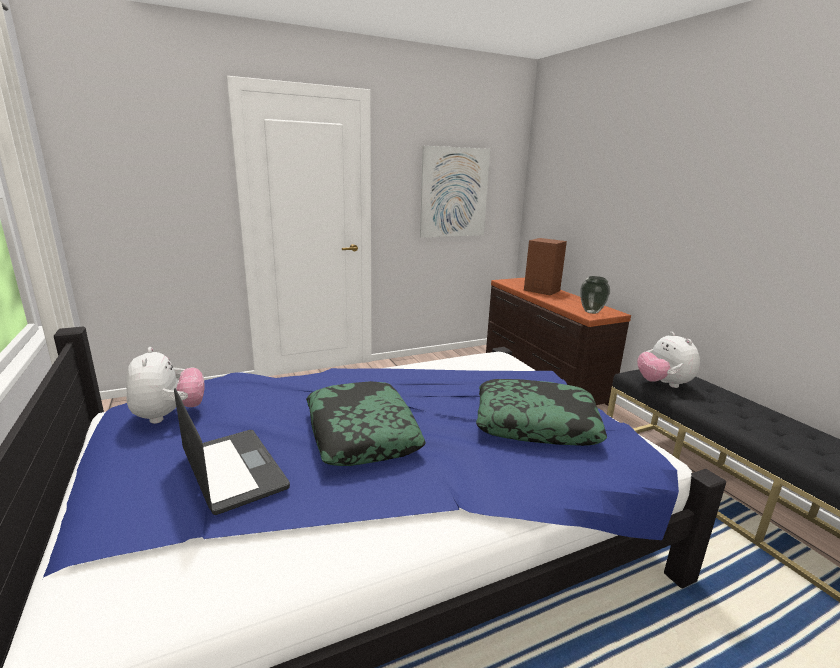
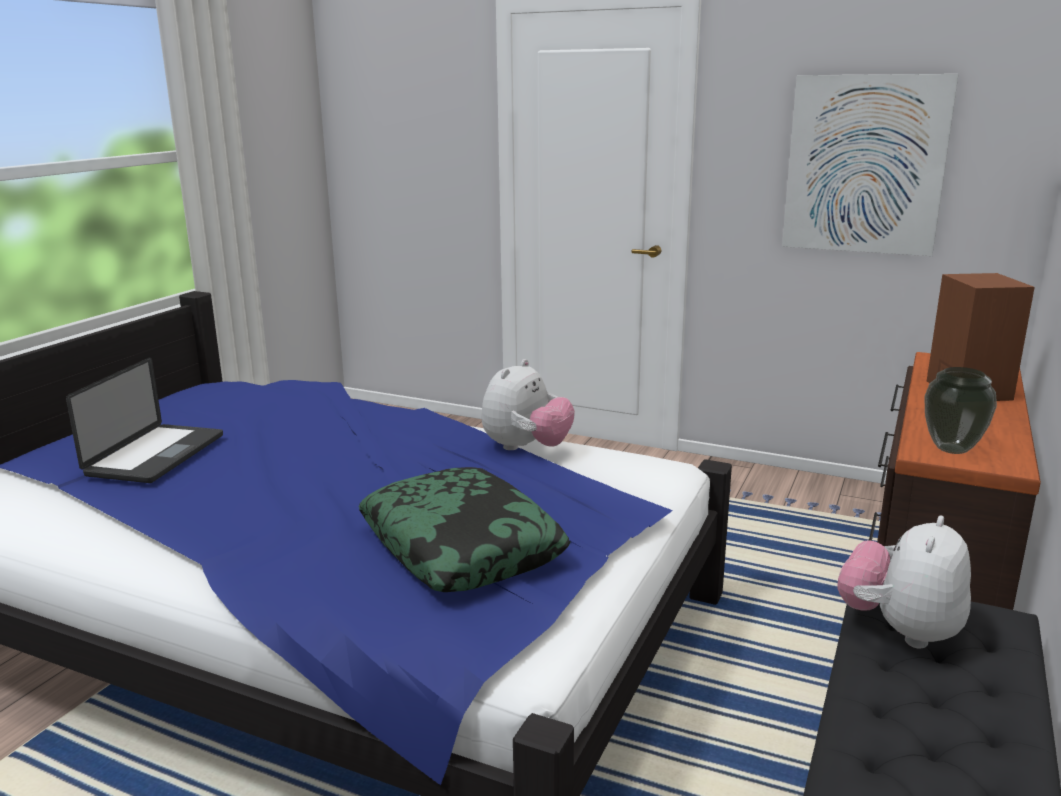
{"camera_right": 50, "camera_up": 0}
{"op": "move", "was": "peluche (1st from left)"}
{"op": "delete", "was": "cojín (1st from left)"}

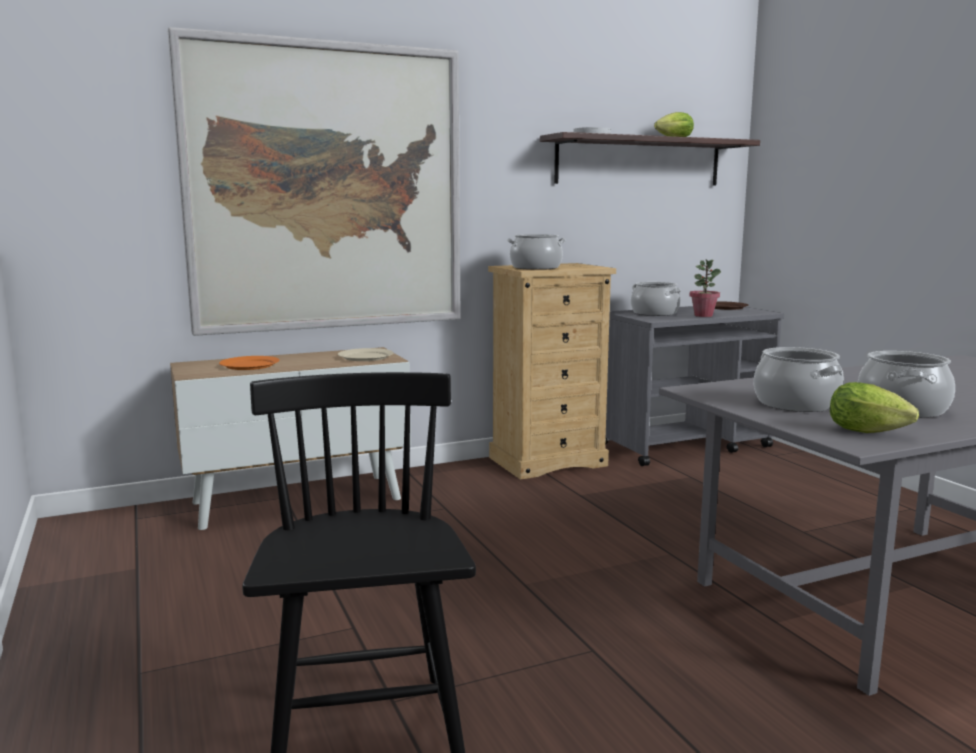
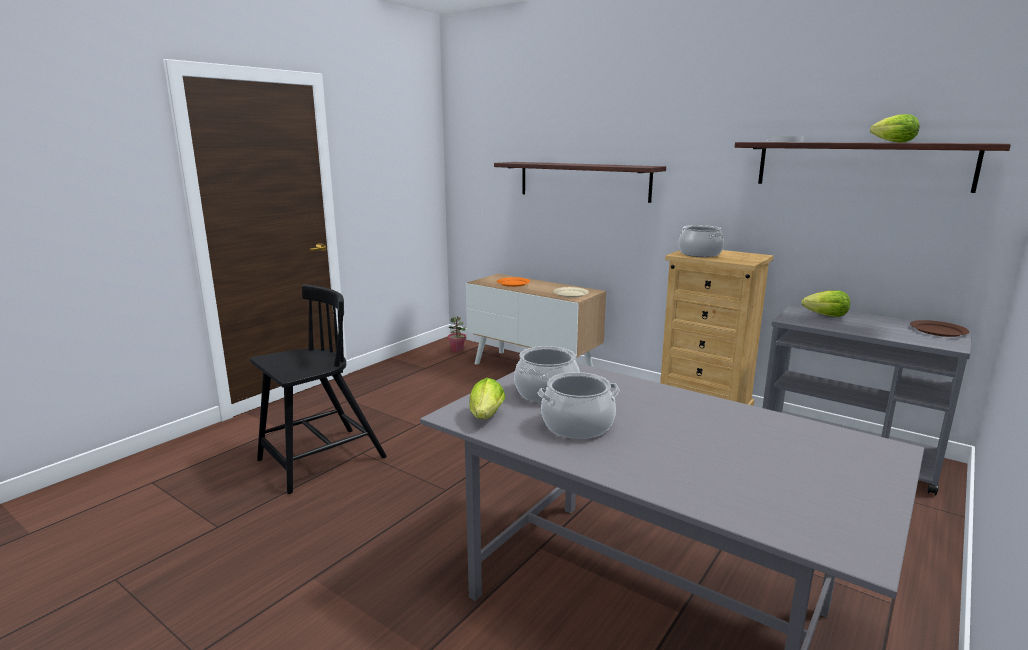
{"camera_right": 60, "camera_up": 5}
{"op": "replace", "was": "cuadro", "now": "estante (1st from left)"}
{"op": "move", "was": "planta en maceta"}
{"op": "replace", "was": "olla (2nd from left)", "now": "lechuga (2nd from left)"}

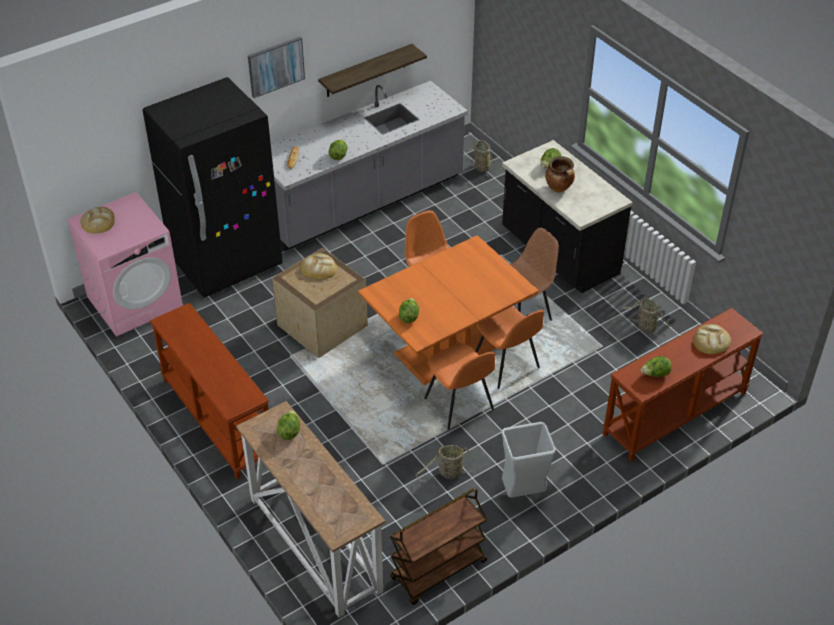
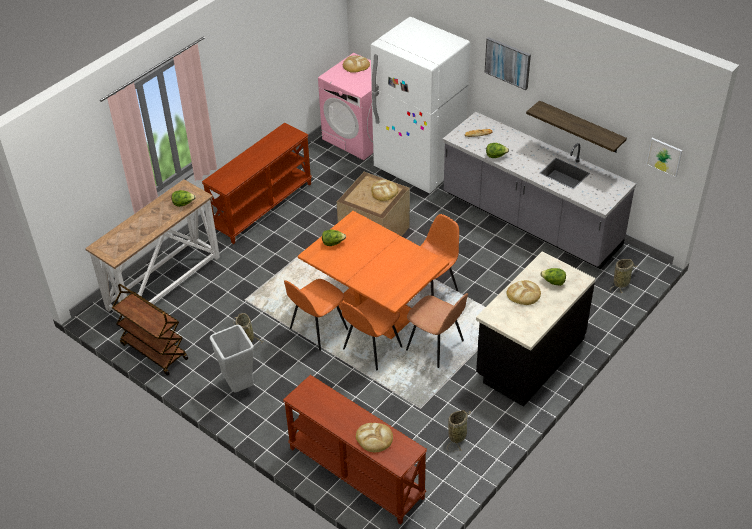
{"camera_right": 75, "camera_up": 0}
{"op": "recolor", "was": "nevera (negro)", "now": "nevera (blanco)"}
{"op": "replace", "was": "olla", "now": "pan (5th from left)"}
{"op": "delete", "was": "lechuga (5th from left)"}
{"op": "insert", "now": "cuadro (2nd from left)"}

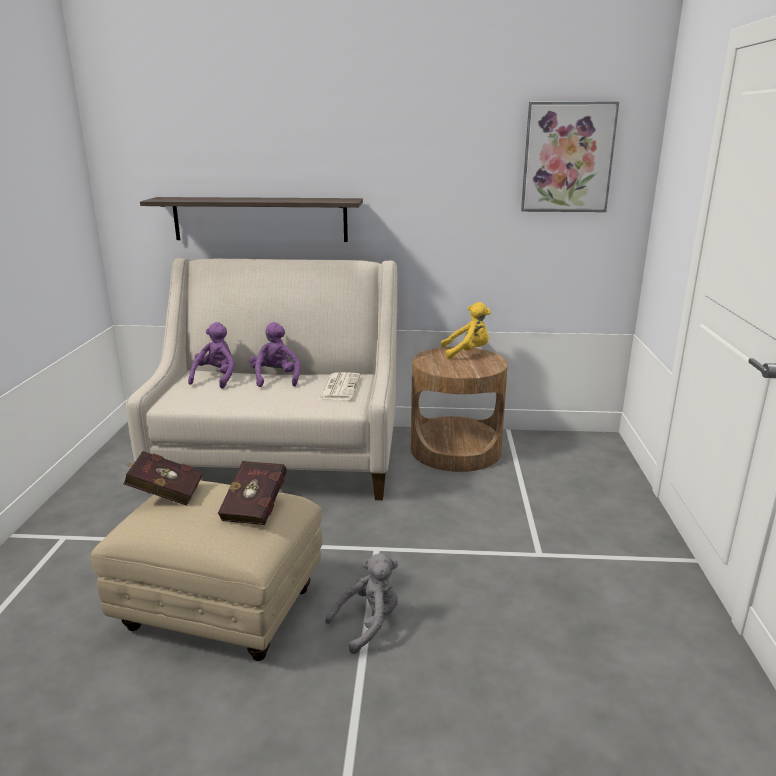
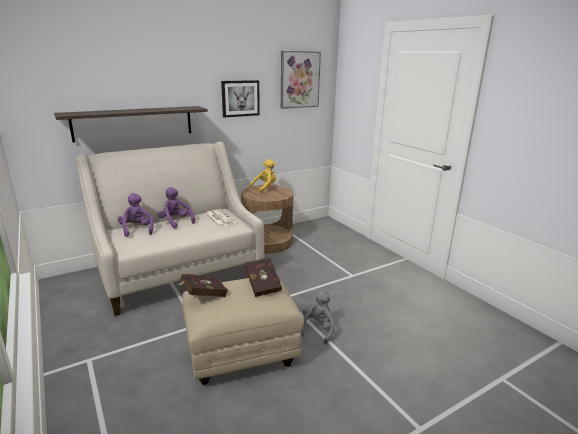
{"camera_right": -35, "camera_up": 0}
{"op": "insert", "now": "cuadro (1st from left)"}

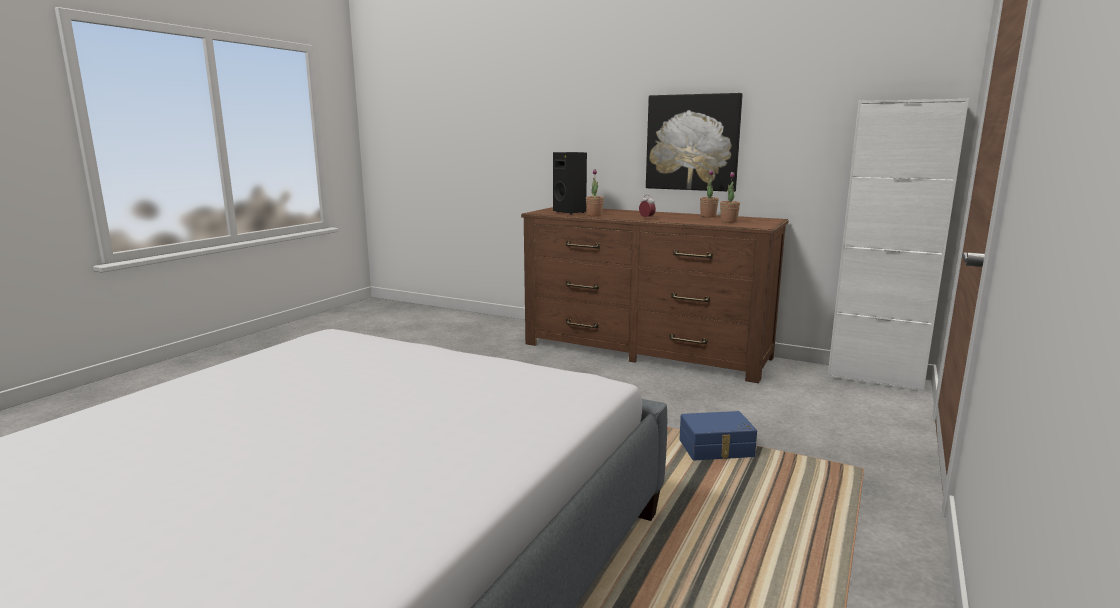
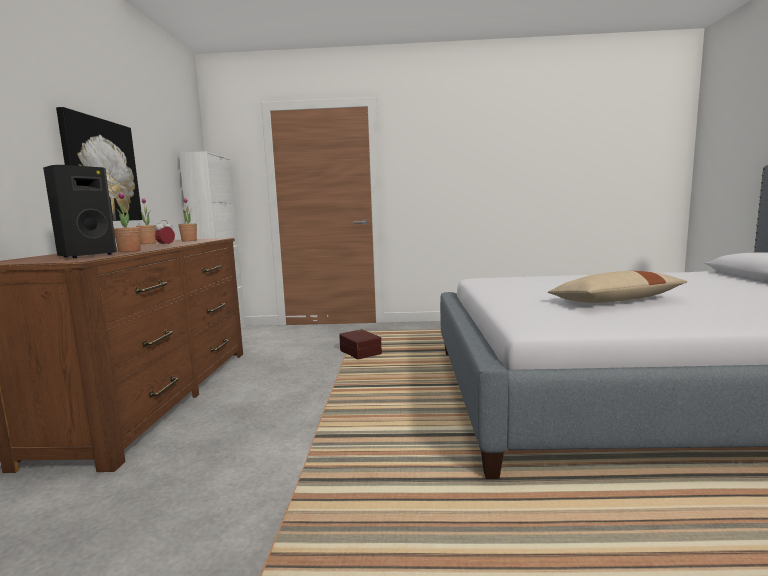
{"camera_right": -115, "camera_up": -5}
{"op": "recolor", "was": "caja de almacenaje (azul)", "now": "caja de almacenaje (marrón)"}
{"op": "insert", "now": "cojín (beis)"}

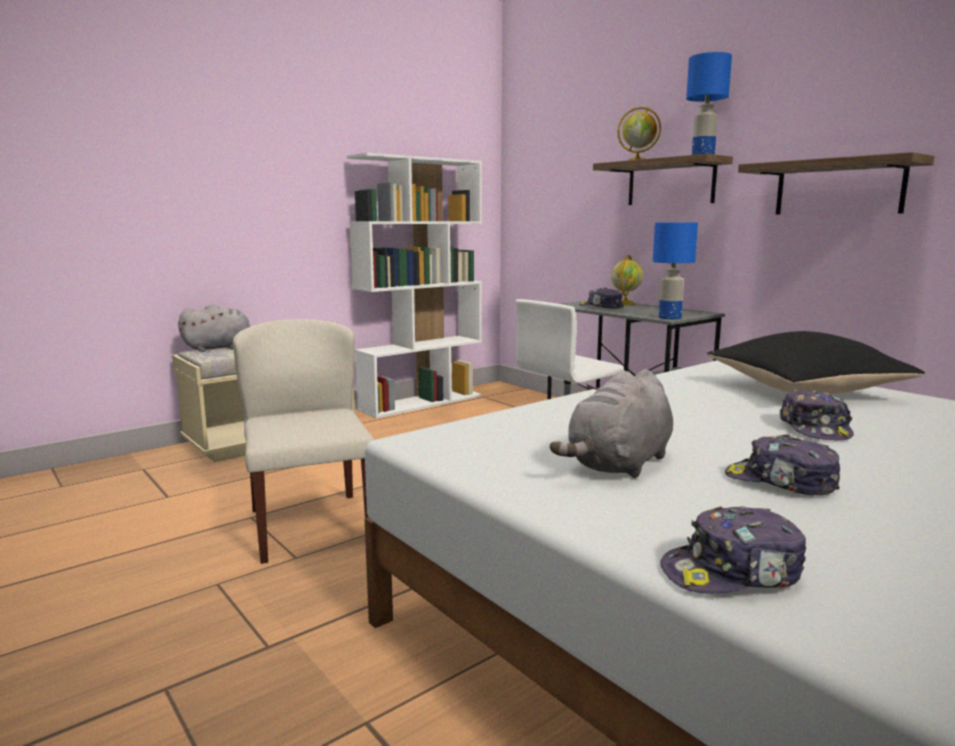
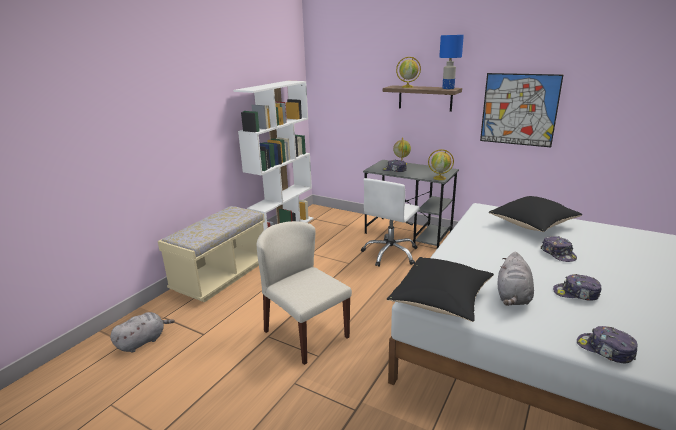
{"camera_right": -20, "camera_up": 10}
{"op": "replace", "was": "estante (2nd from left)", "now": "cuadro"}
{"op": "replace", "was": "lámpara de mesa (azul) (1st from left)", "now": "globo terráqueo (3rd from left)"}
{"op": "move", "was": "peluche (gris) (1st from left)"}
{"op": "rotate", "was": "gorra (2nd from left in the first image)", "clockwise": 75}
{"op": "insert", "now": "cojín (negro) (1st from left)"}

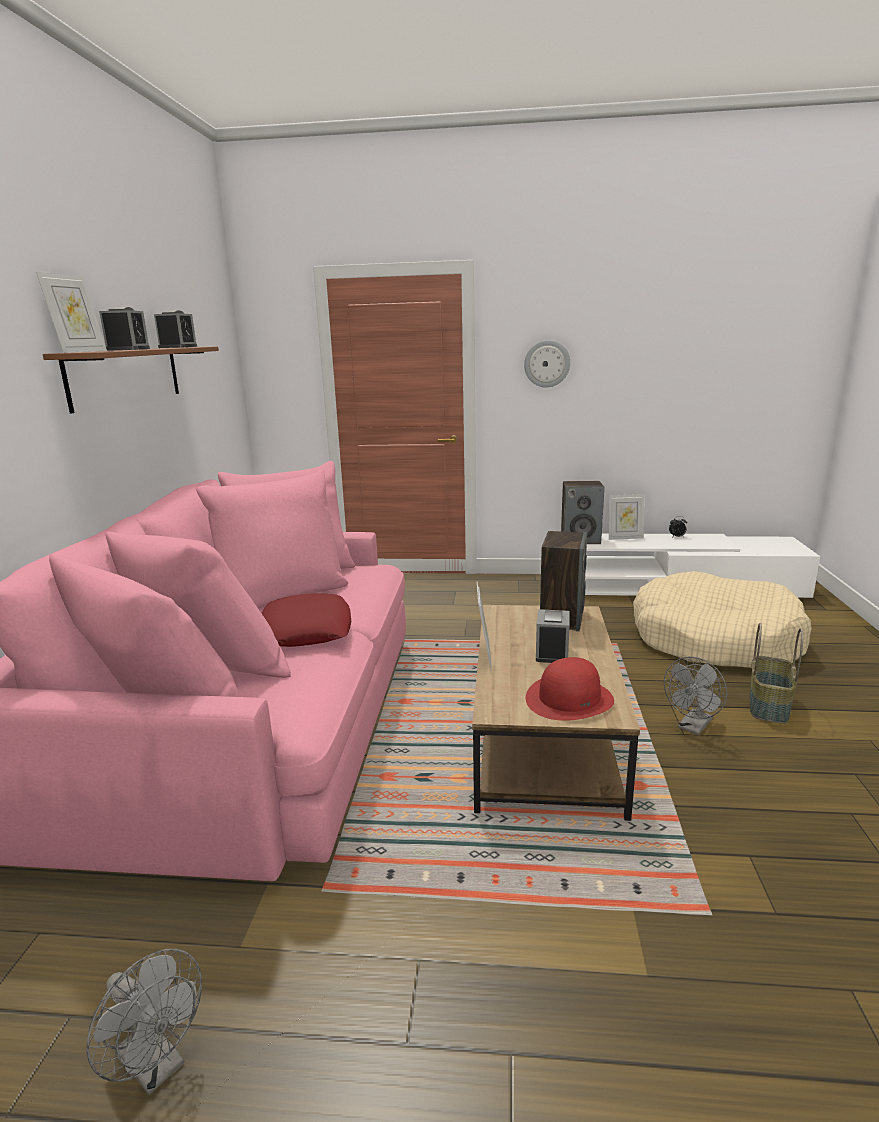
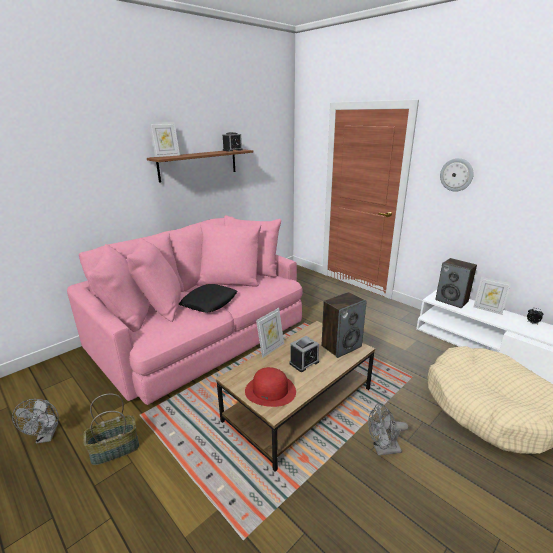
{"camera_right": 40, "camera_up": 5}
{"op": "delete", "was": "despertador (1st from left)"}
{"op": "recolor", "was": "cojín (rojo)", "now": "cojín (negro)"}
{"op": "move", "was": "cesta"}

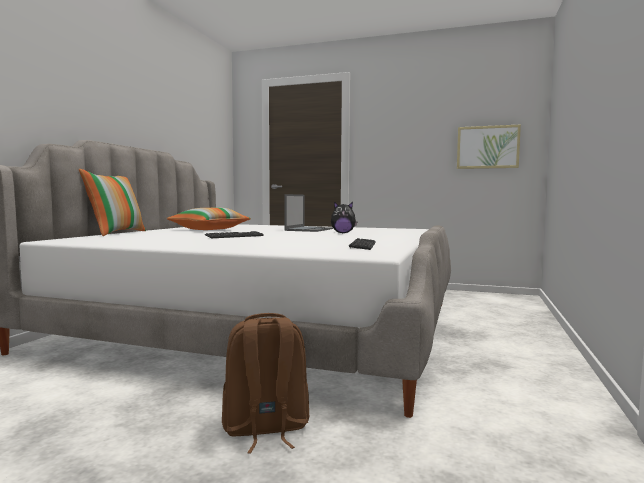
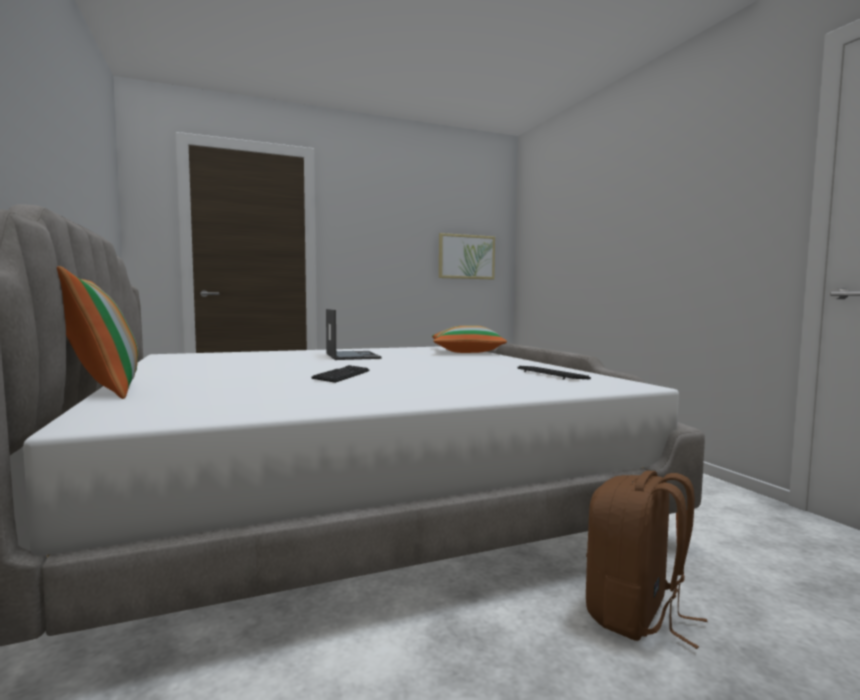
{"camera_right": -40, "camera_up": 0}
{"op": "delete", "was": "peluche"}
{"op": "move", "was": "cojín (2nd from left)"}

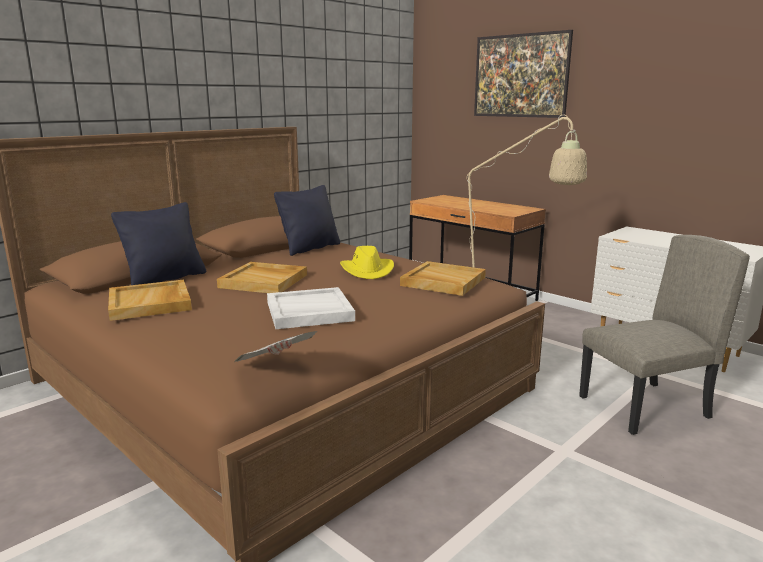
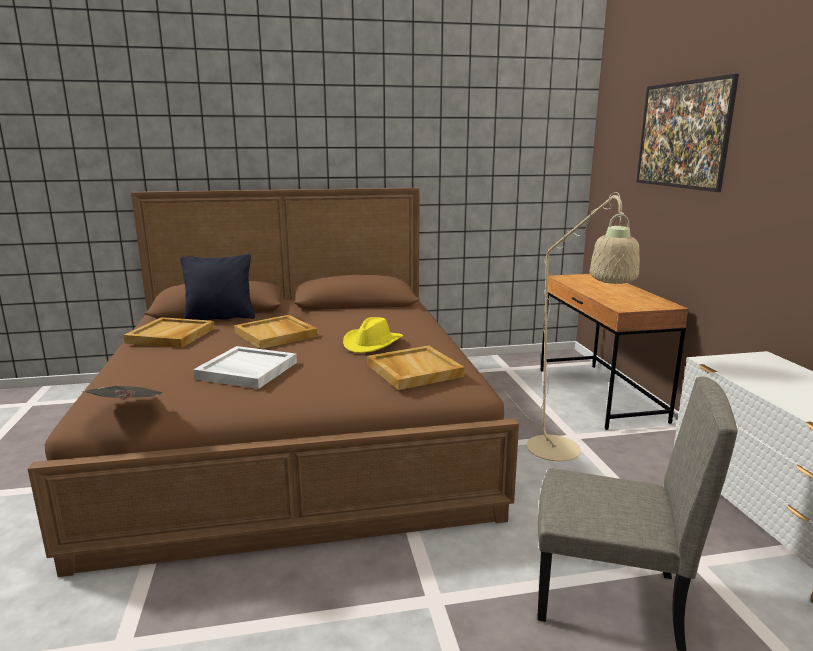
{"camera_right": 35, "camera_up": 0}
{"op": "delete", "was": "cojín (negro) (2nd from left)"}

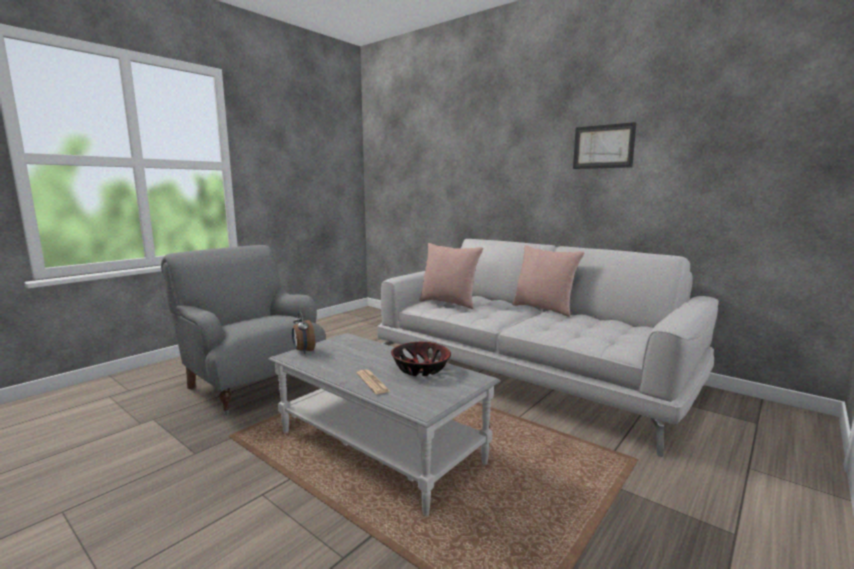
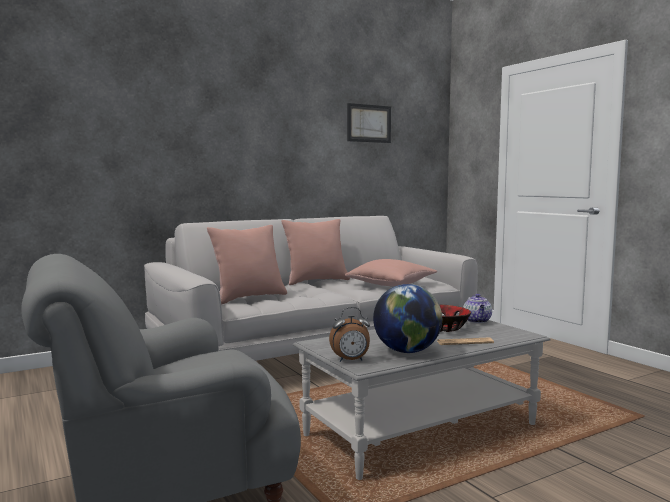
{"camera_right": -70, "camera_up": -5}
{"op": "move", "was": "cuadro"}
{"op": "insert", "now": "cojín (rosa) (3rd from left)"}
{"op": "insert", "now": "globo terráqueo"}
{"op": "insert", "now": "tetera"}

